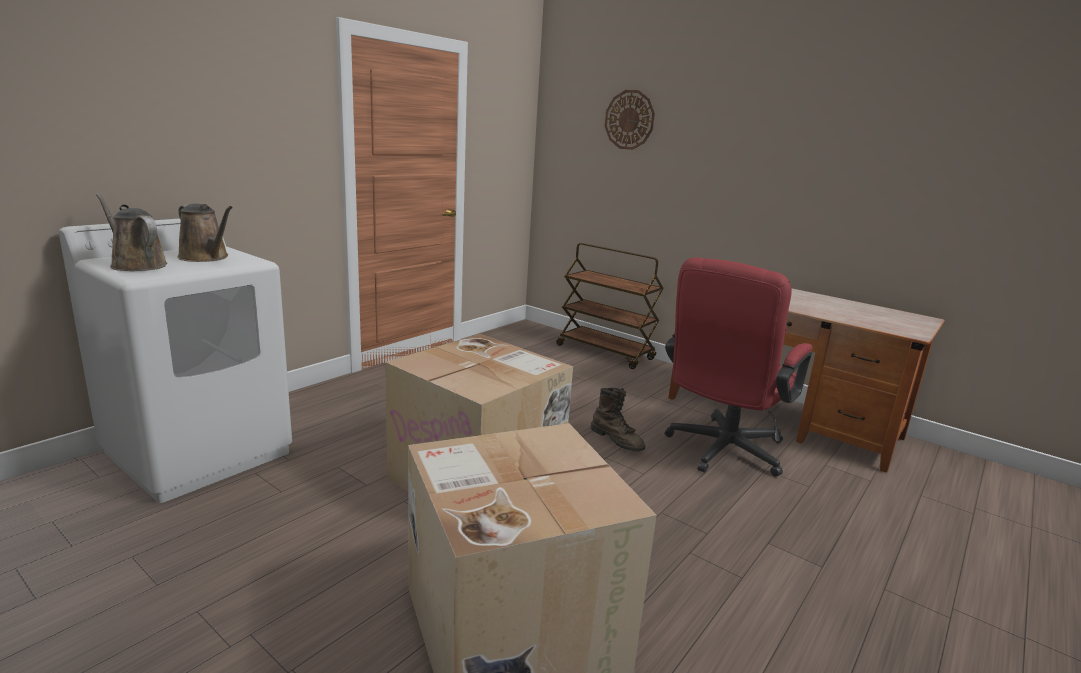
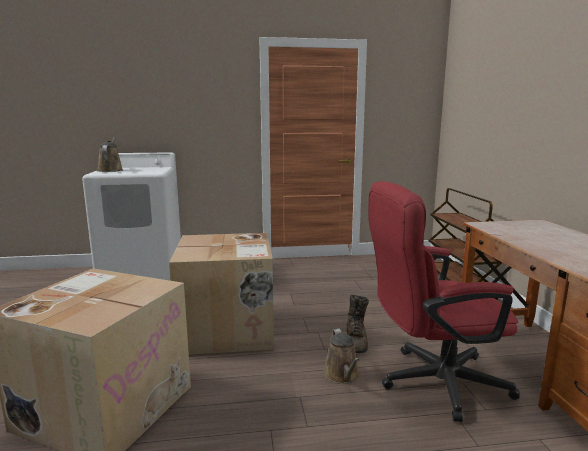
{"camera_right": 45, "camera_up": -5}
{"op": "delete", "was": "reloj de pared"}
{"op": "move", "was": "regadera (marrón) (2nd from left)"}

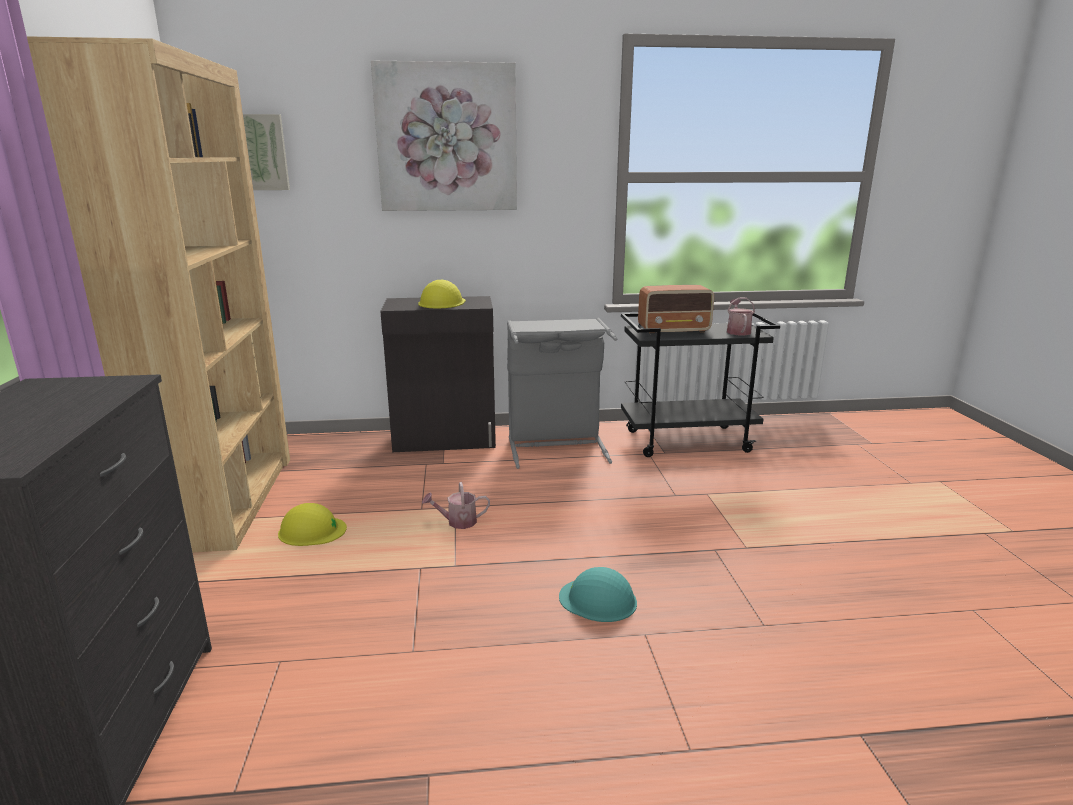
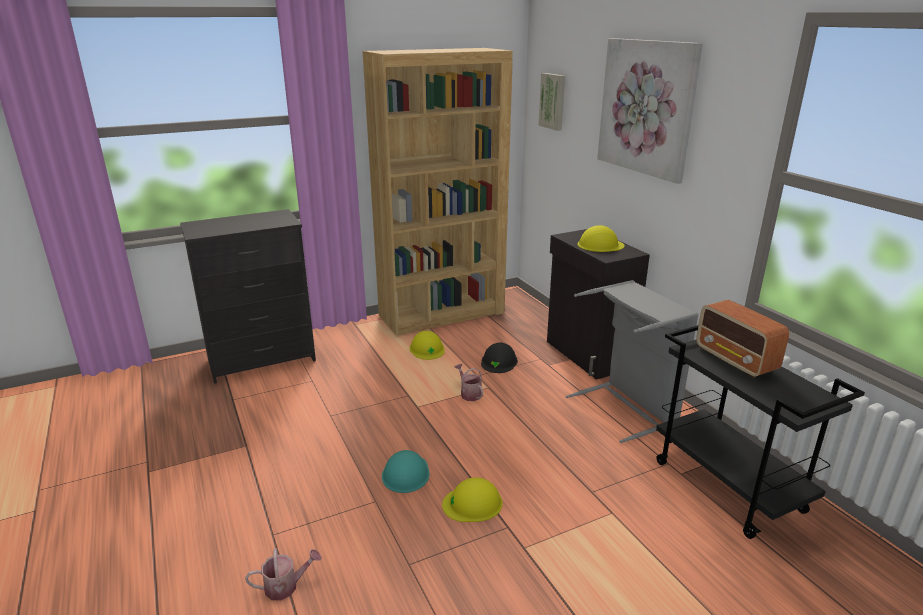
{"camera_right": 70, "camera_up": 5}
{"op": "move", "was": "regadera (2nd from left in the first image)", "now": "regadera (1st from left)"}
{"op": "insert", "now": "casco (negro)"}
{"op": "insert", "now": "casco (amarillo) (2nd from left)"}

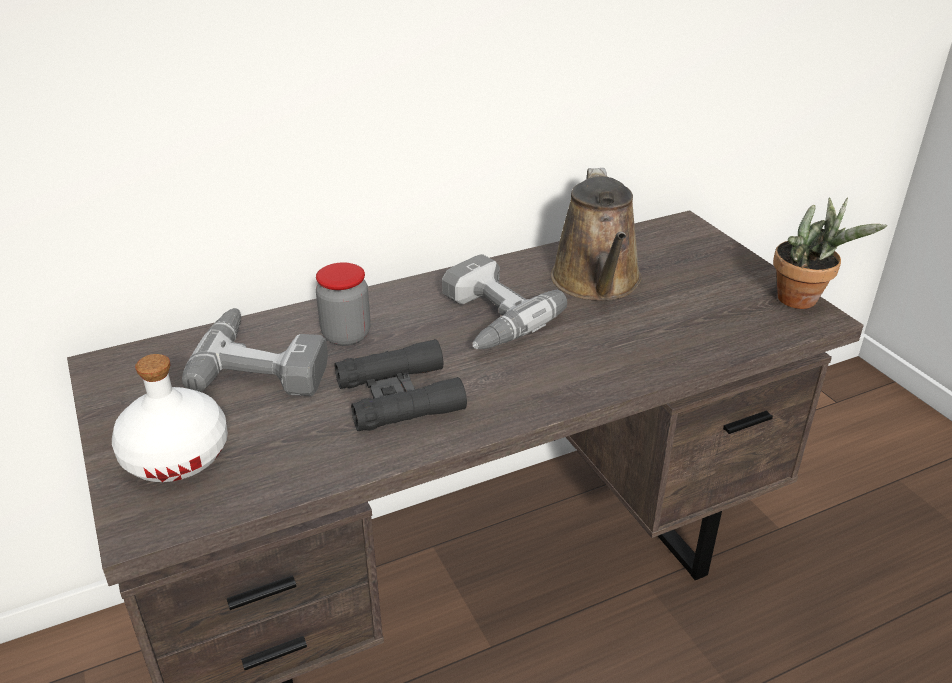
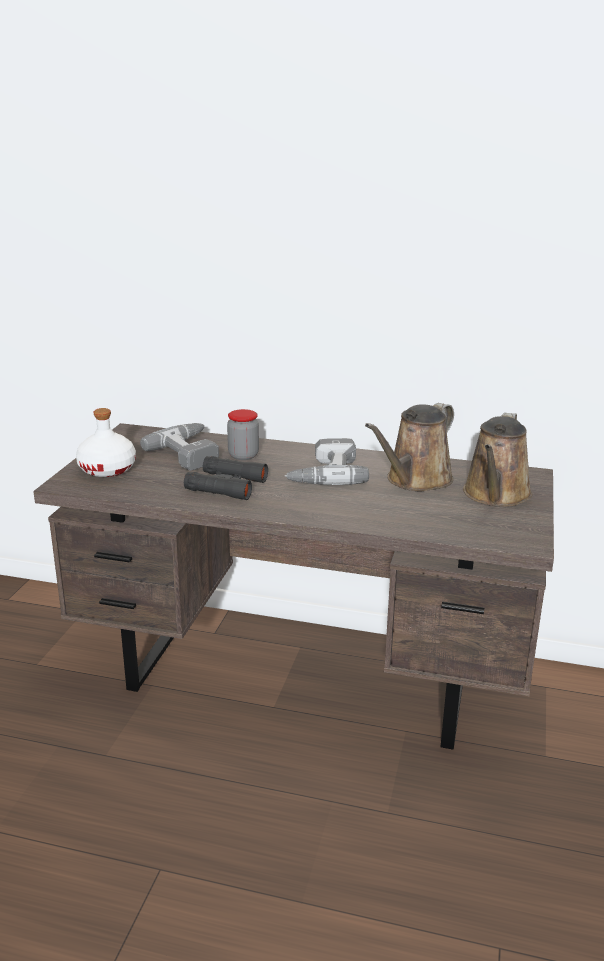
{"camera_right": 40, "camera_up": -10}
{"op": "delete", "was": "planta en maceta"}
{"op": "insert", "now": "regadera (marrón) (2nd from left)"}

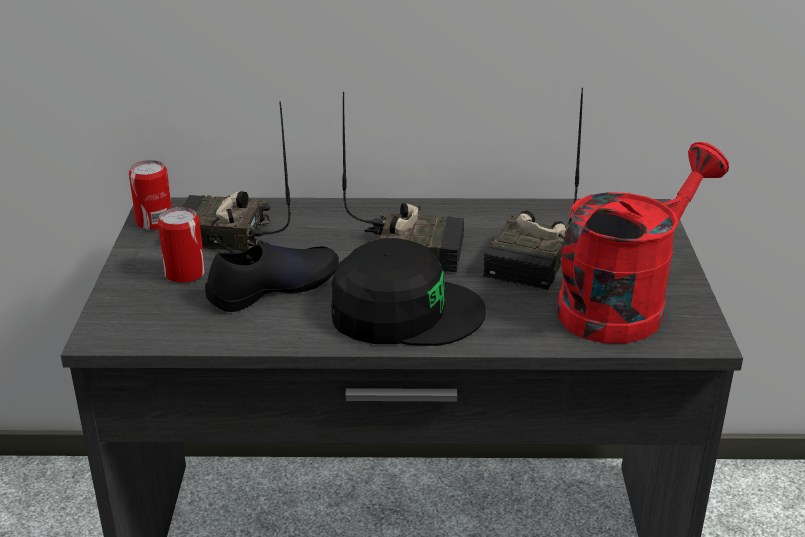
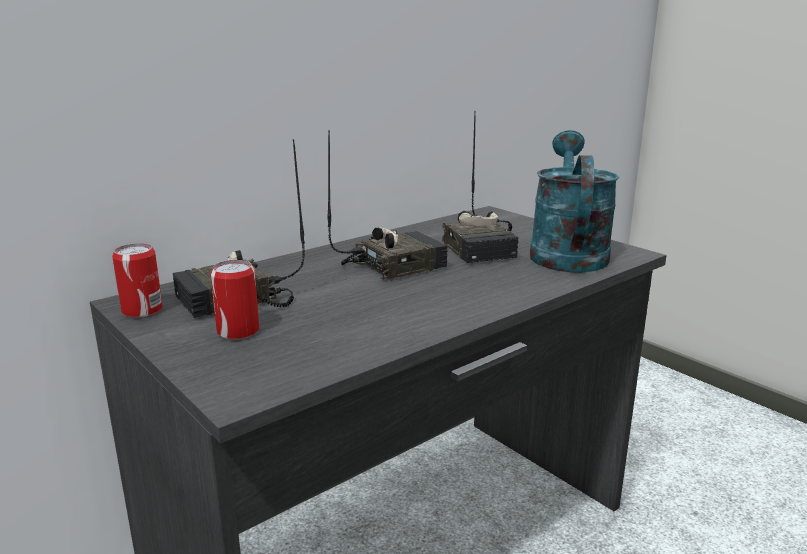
{"camera_right": -40, "camera_up": -10}
{"op": "recolor", "was": "regadera (rojo)", "now": "regadera (turquesa)"}
{"op": "delete", "was": "gorra (negro)"}
{"op": "delete", "was": "zapato (negro)"}

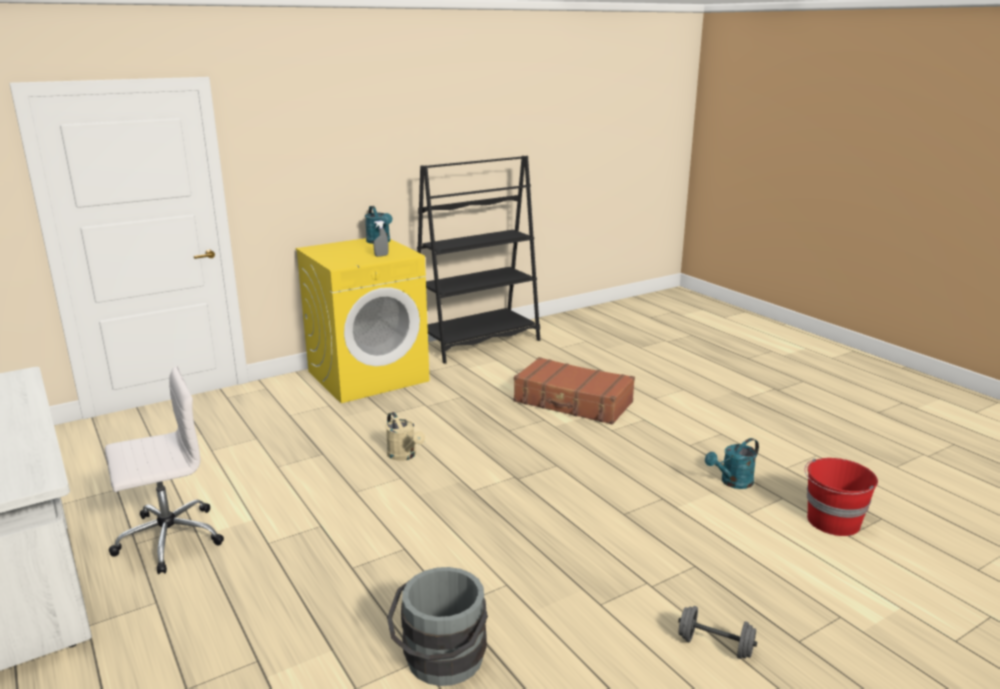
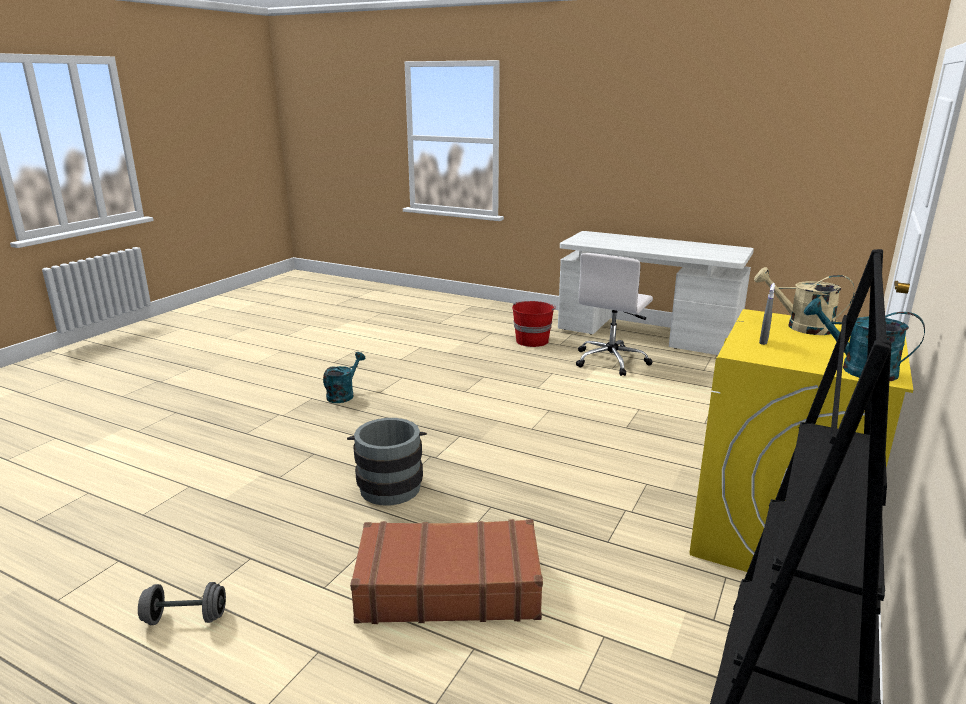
{"camera_right": 150, "camera_up": 0}
{"op": "move", "was": "regadera (beis)"}
{"op": "move", "was": "regadera (turquesa) (2nd from left in the first image)", "now": "regadera (turquesa) (1st from left)"}
{"op": "move", "was": "cubo (rojo)"}
{"op": "move", "was": "cubo (gris)"}
{"op": "move", "was": "mancuerna (gris)"}

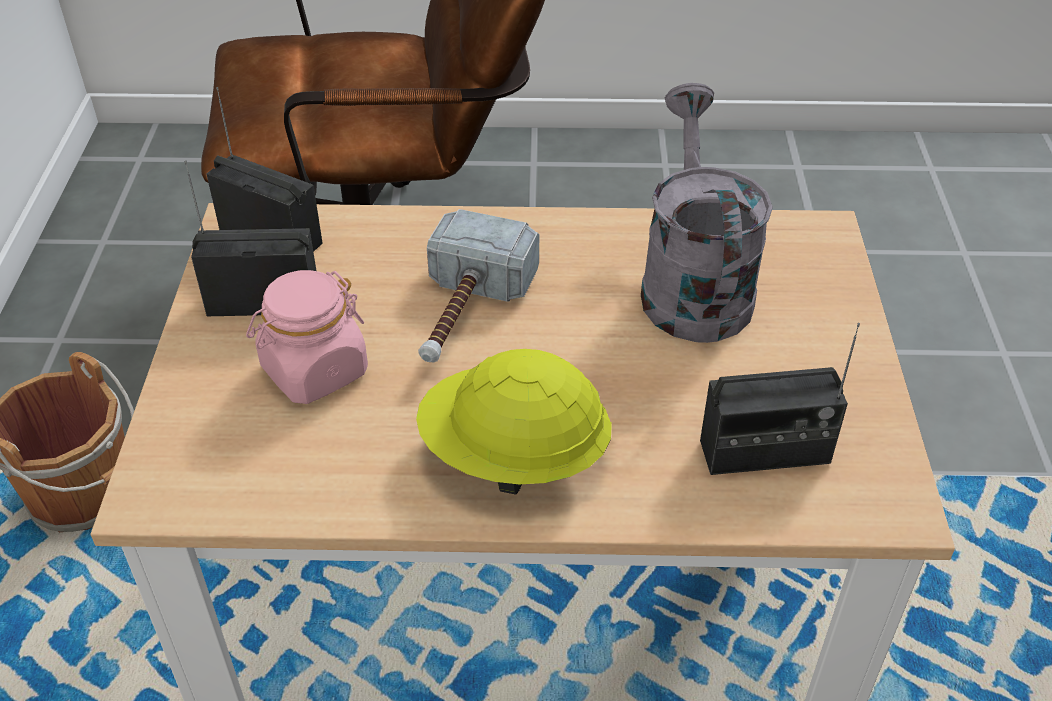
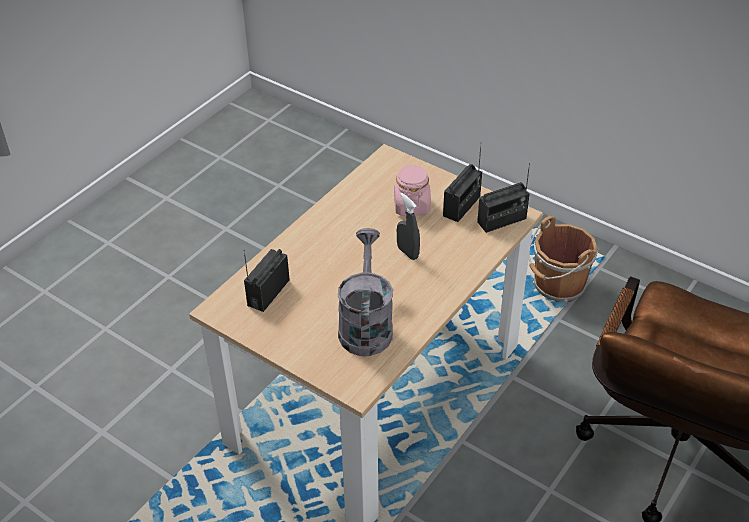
{"camera_right": 125, "camera_up": 0}
{"op": "rotate", "was": "regadera (gris)", "clockwise": -120}
{"op": "replace", "was": "martillo", "now": "pulverizador (gris)"}
{"op": "delete", "was": "casco (amarillo)"}

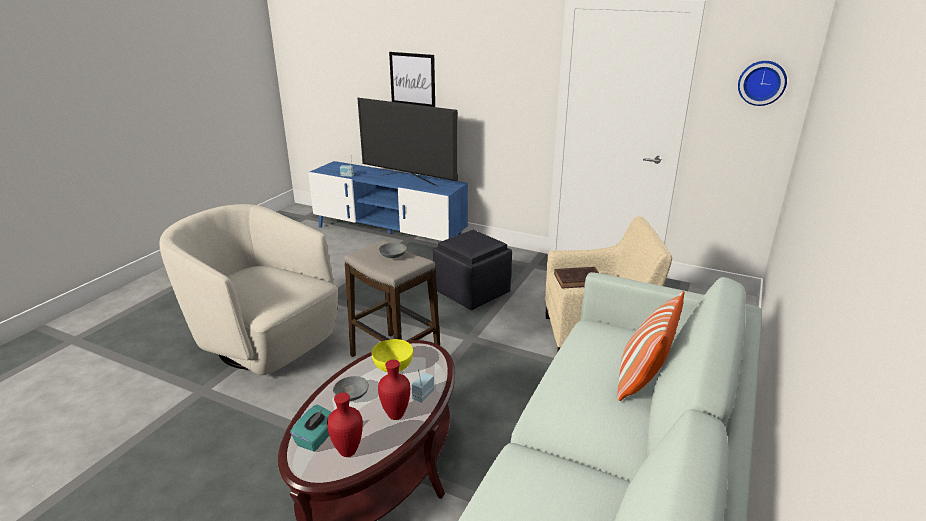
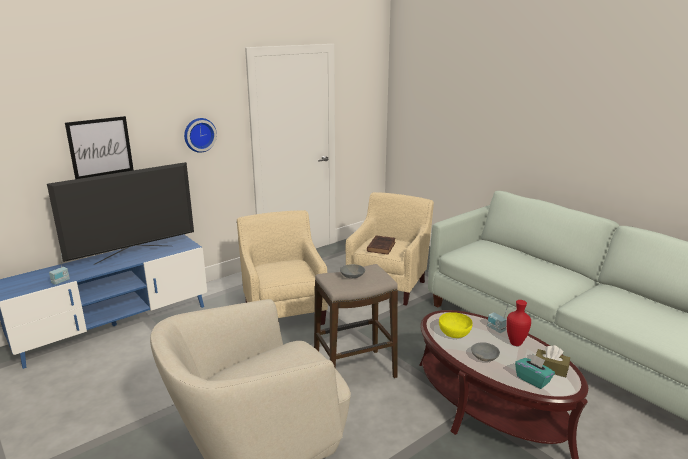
{"camera_right": -65, "camera_up": -5}
{"op": "move", "was": "reloj de pared"}
{"op": "replace", "was": "puf (negro)", "now": "sillón (beis) (2nd from left)"}
{"op": "delete", "was": "cojín"}
{"op": "replace", "was": "florero (rojo) (1st from left)", "now": "caja de pañuelos (marrón)"}

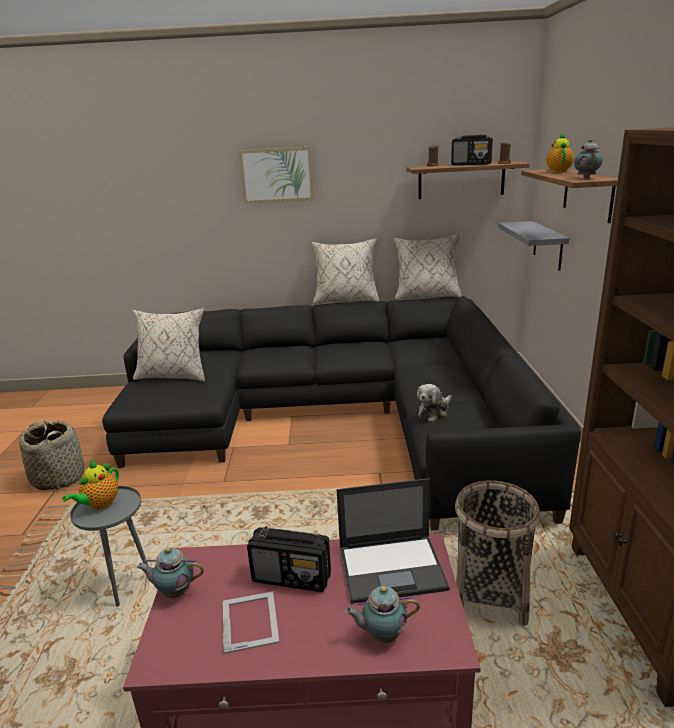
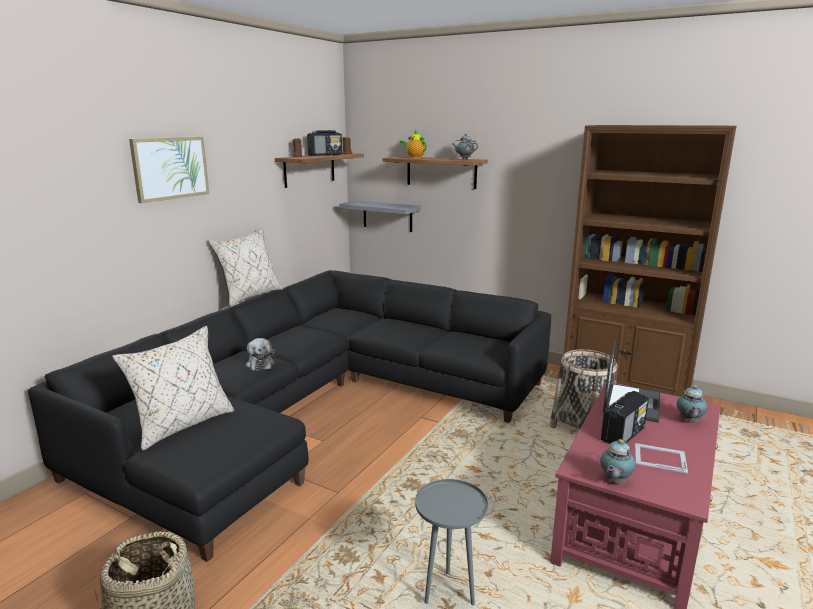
{"camera_right": -60, "camera_up": -5}
{"op": "delete", "was": "cojín (beis) (3rd from left)"}
{"op": "move", "was": "peluche"}
{"op": "delete", "was": "tetera (1st from left)"}

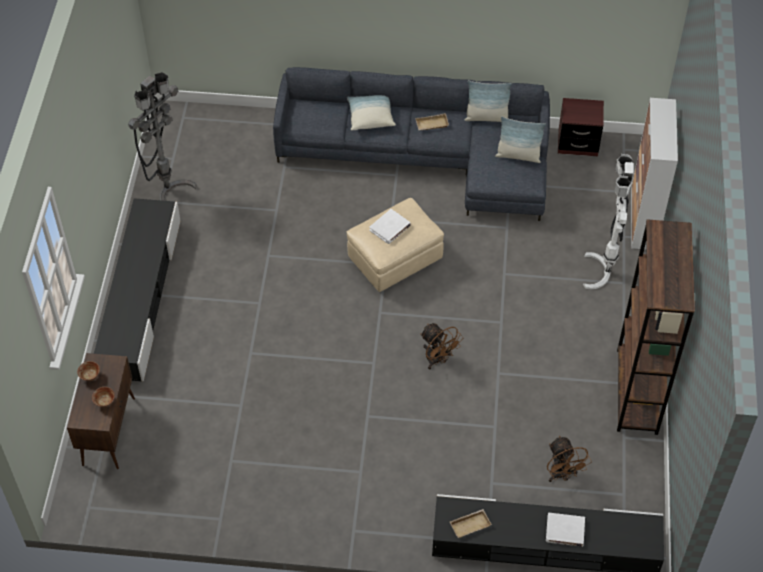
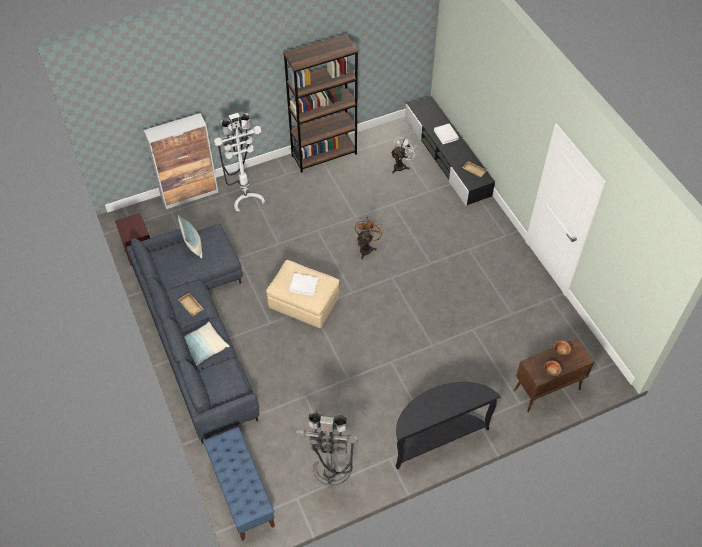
{"camera_right": -120, "camera_up": 0}
{"op": "delete", "was": "cojín (2nd from left)"}
{"op": "replace", "was": "mueble de televisión (negro) (1st from left)", "now": "mesa consola (negro)"}
{"op": "recolor", "was": "ventilador (marrón) (2nd from left)", "now": "ventilador (blanco)"}
{"op": "insert", "now": "banco (azul)"}

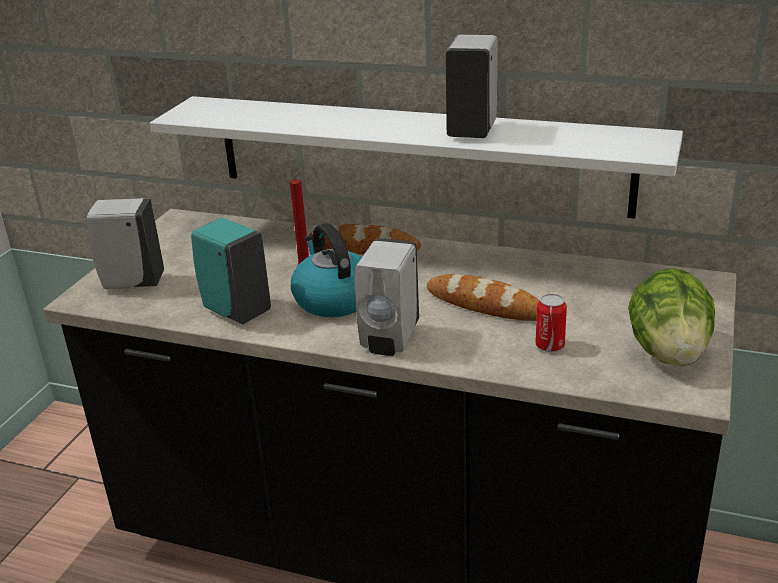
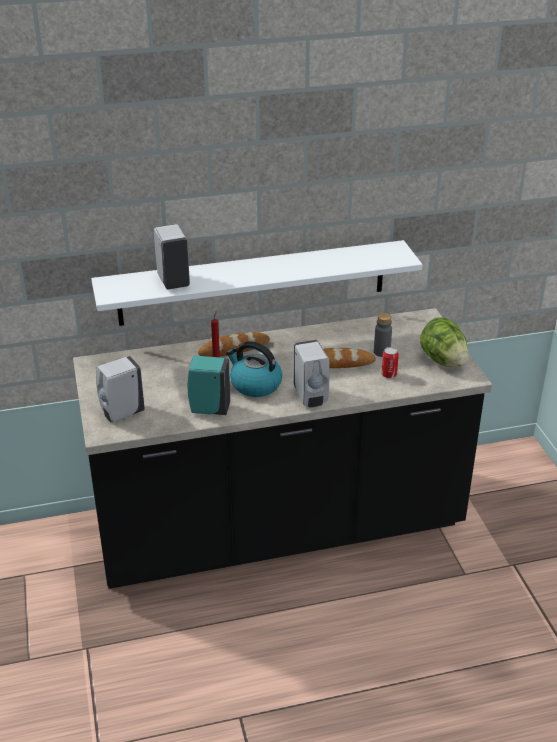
{"camera_right": -35, "camera_up": 5}
{"op": "move", "was": "dispensador de jabón (blanco) (3rd from left in the first image)", "now": "dispensador de jabón (blanco) (2nd from left)"}
{"op": "insert", "now": "botella (gris)"}

